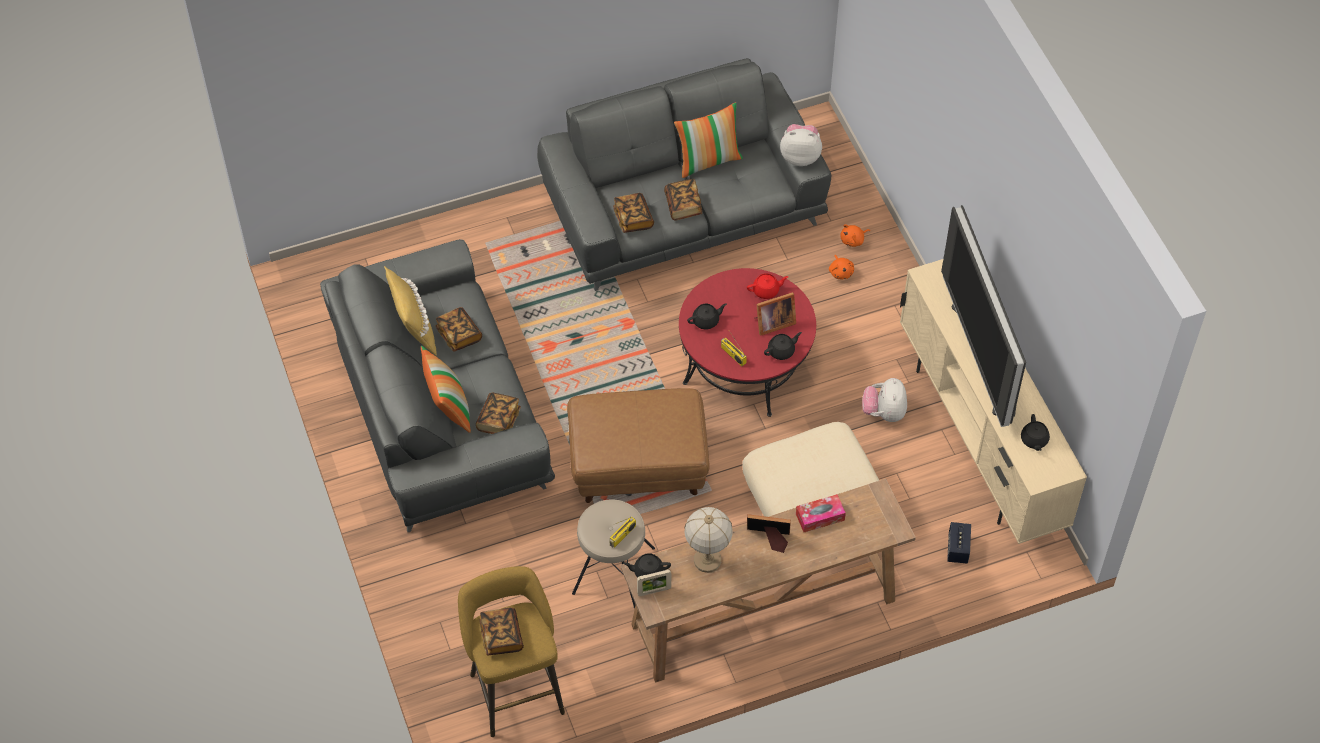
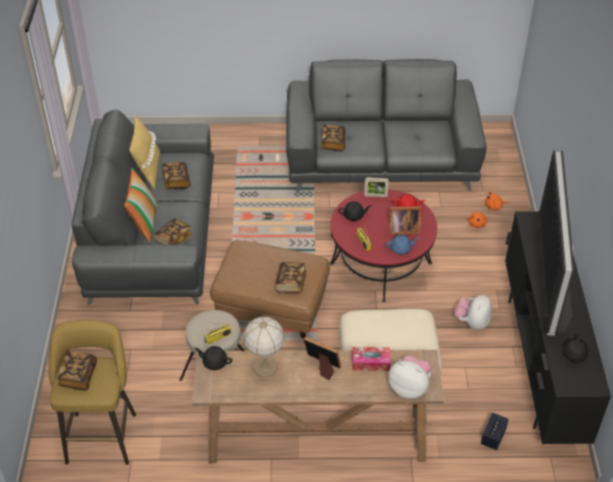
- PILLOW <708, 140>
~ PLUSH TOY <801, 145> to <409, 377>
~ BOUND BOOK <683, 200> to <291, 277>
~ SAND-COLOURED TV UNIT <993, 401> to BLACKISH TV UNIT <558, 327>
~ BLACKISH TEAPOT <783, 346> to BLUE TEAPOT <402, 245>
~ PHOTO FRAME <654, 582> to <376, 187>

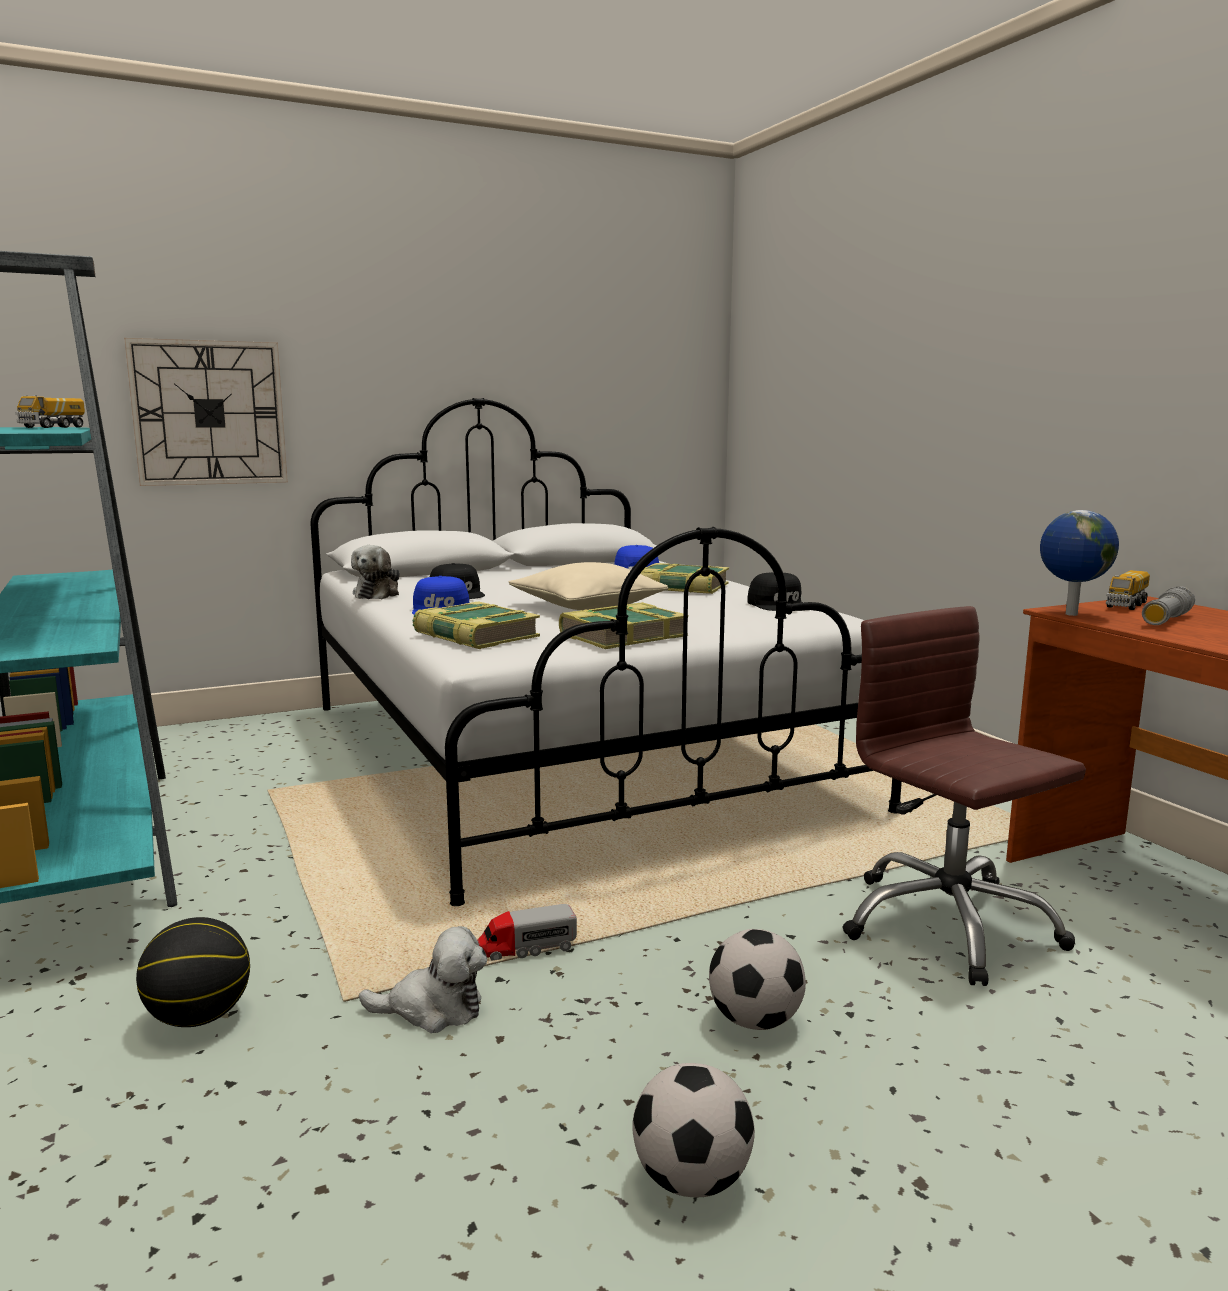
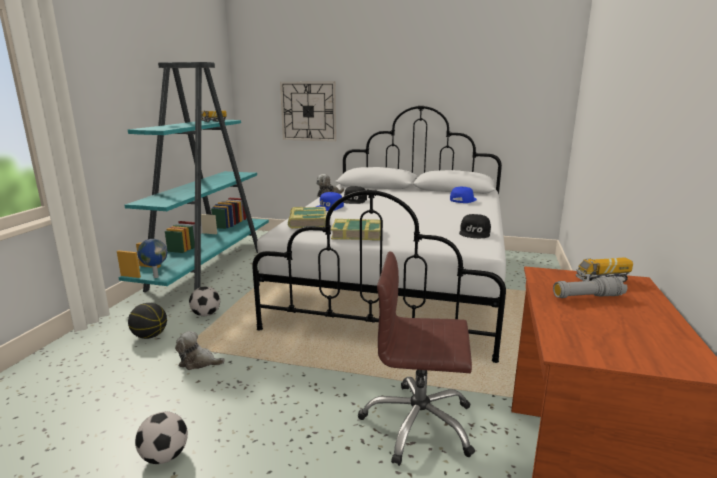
~ DESK GLOBE <1079, 563> to <152, 258>
- SAND-COLOURED PILLOW <588, 586>
- BOUND BOOK <684, 578>
~ BROWN-COLOURED OFFICE CHAIR <964, 796> = <416, 359> 90 degrees counterclockwise
- TOY TRUCK <527, 932>
~ PLUSH TOY <423, 979> = <200, 350> 150 degrees clockwise
~ FOOTBALL <757, 979> to <204, 301>

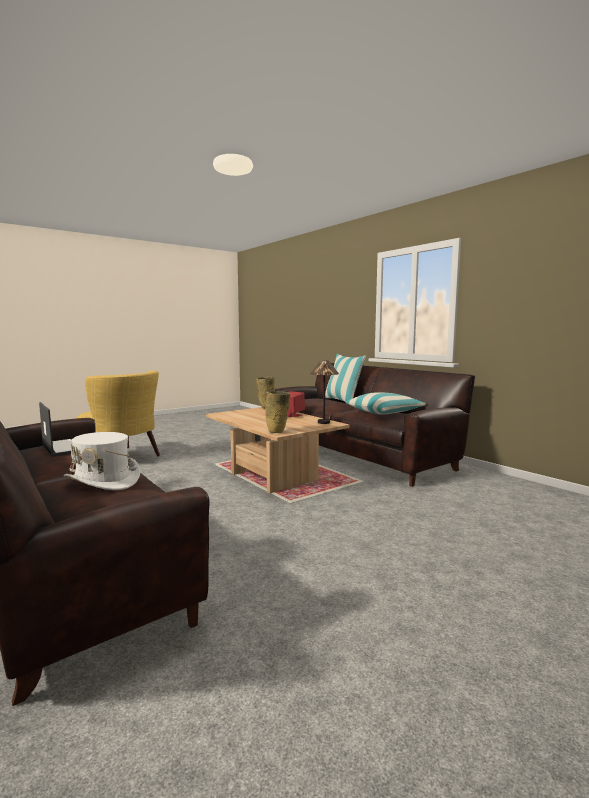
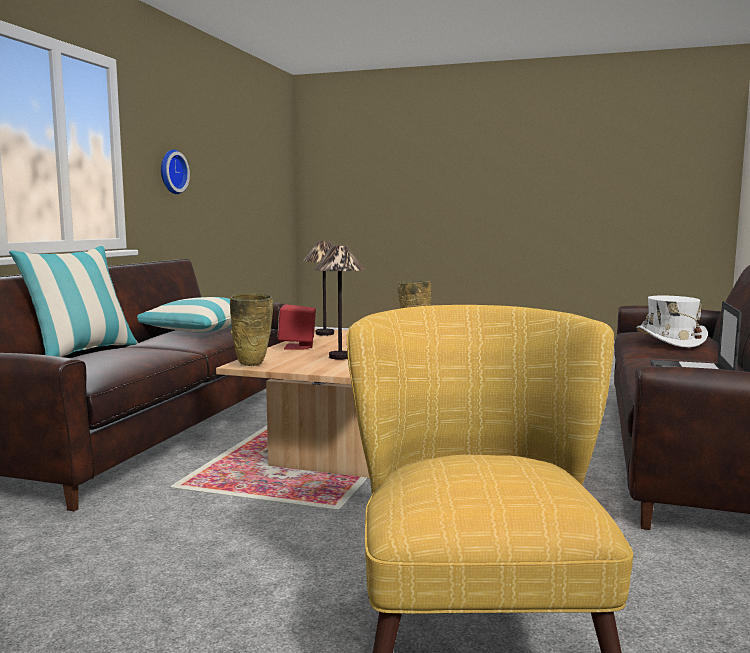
+ HANGING CLOCK <175, 171>
+ TABLETOP LAMP <339, 302>

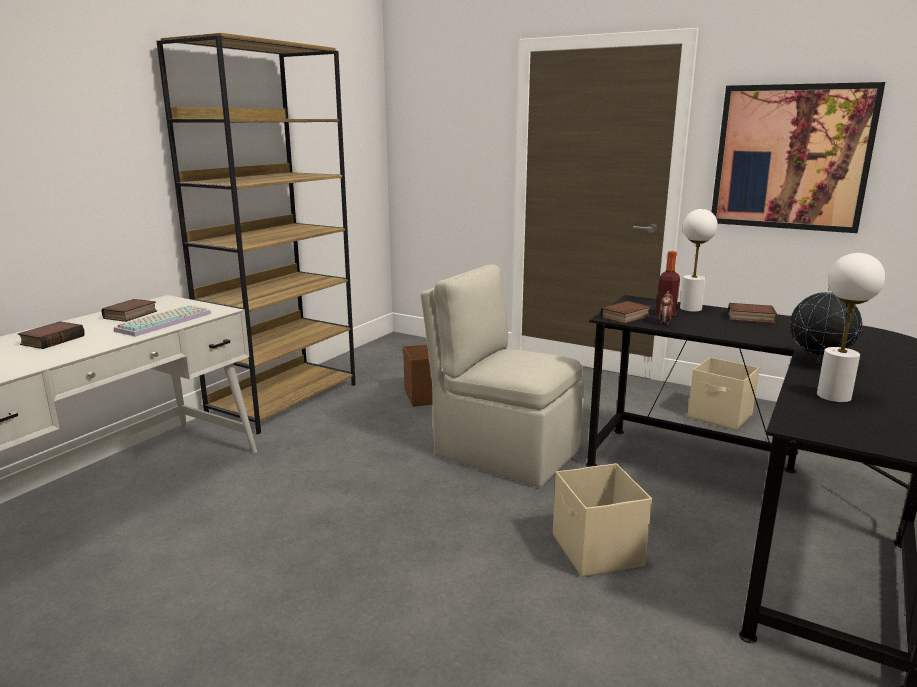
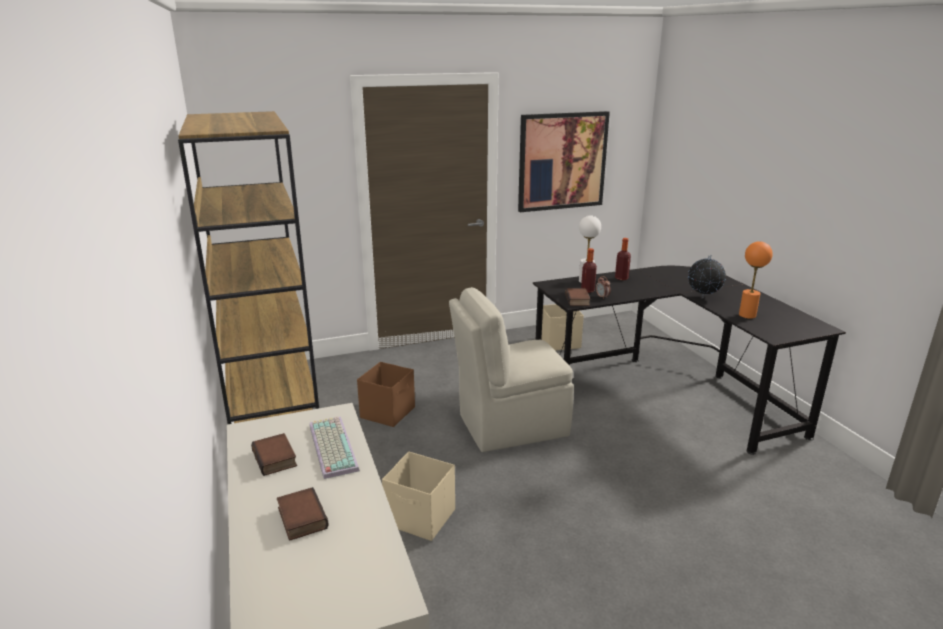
~ WHITISH TABLETOP LAMP <851, 328> to ORANGEY TABLETOP LAMP <756, 280>
~ BOUND BOOK <752, 313> to DRINK BOTTLE <623, 259>
~ SAND-COLOURED STORAGE BIN <602, 520> to <418, 496>

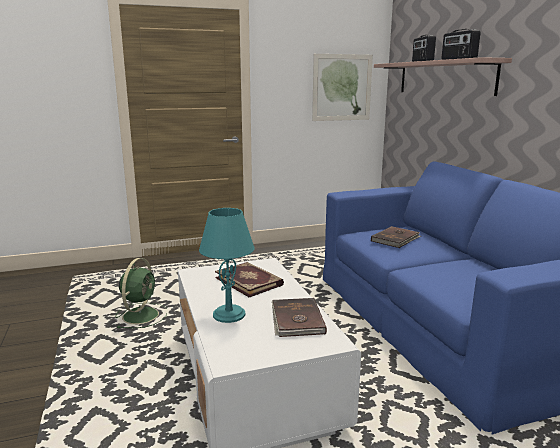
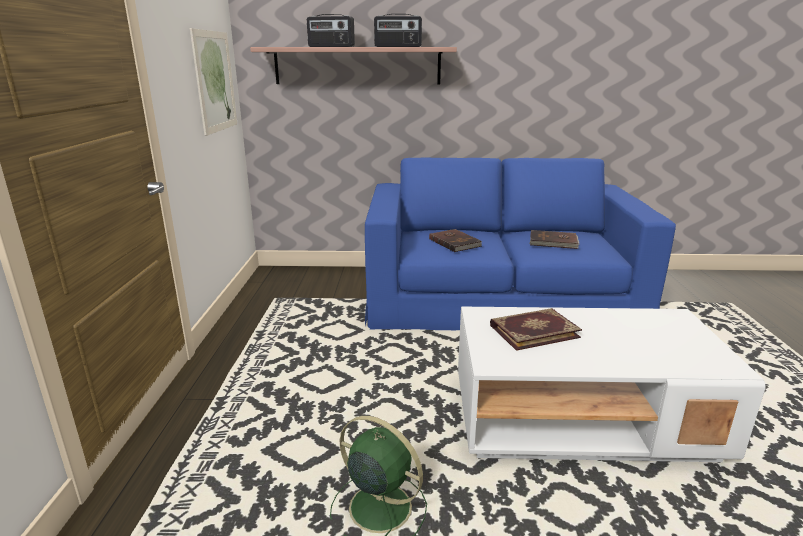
- TURQUOISE-COLOURED TABLETOP LAMP <227, 265>
~ BROWN-COLOURED BOUND BOOK <299, 317> to <555, 239>

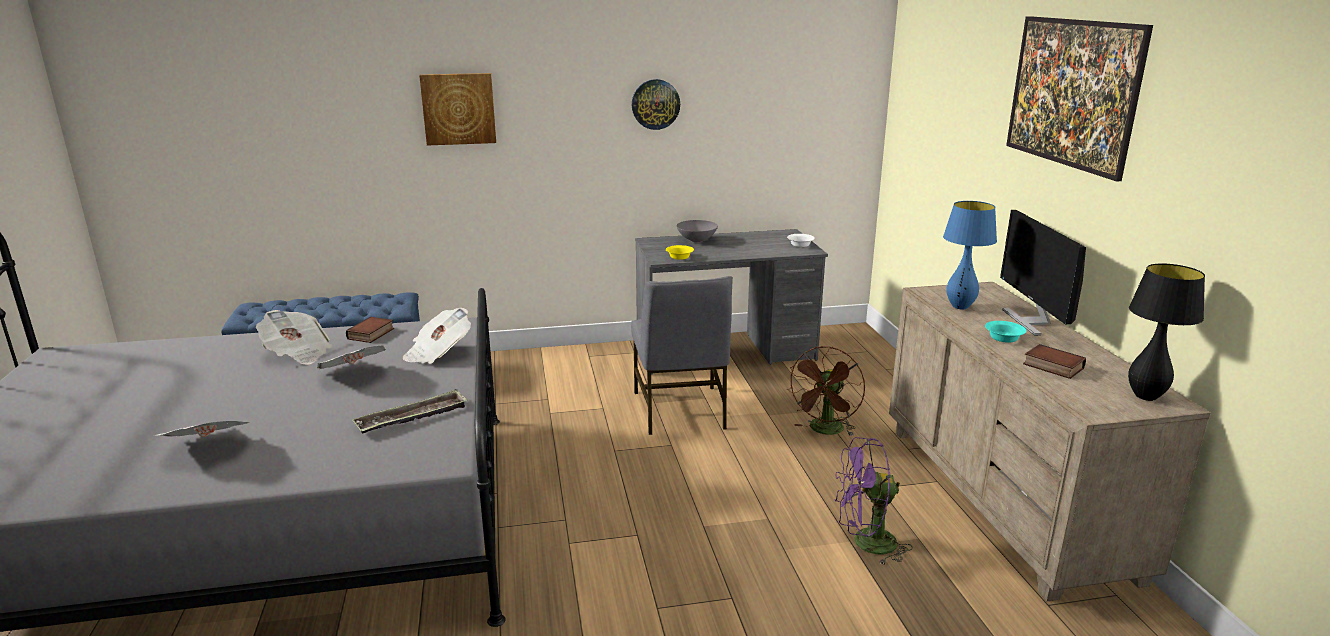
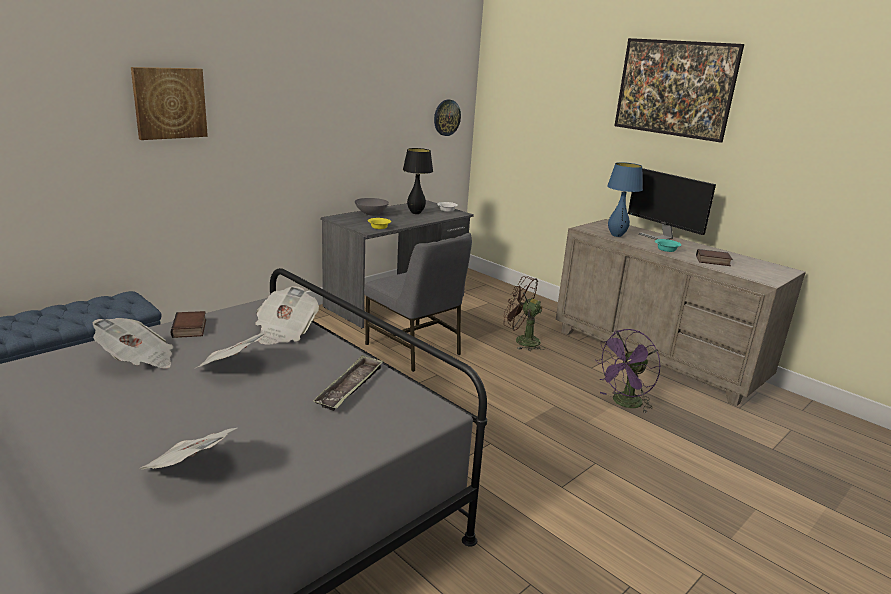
~ HANGING CLOCK <656, 104> to <447, 118>
~ BLACKISH TABLETOP LAMP <1166, 332> to <418, 181>
~ BROWN-COLOURED ELECTRIC FAN <826, 391> = <524, 313> 120 degrees clockwise

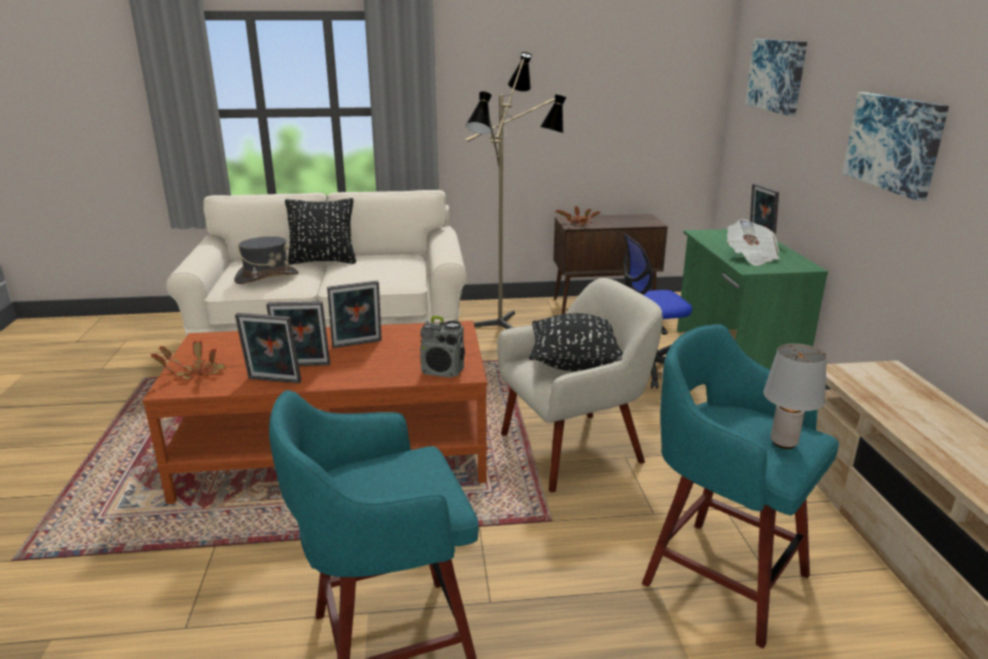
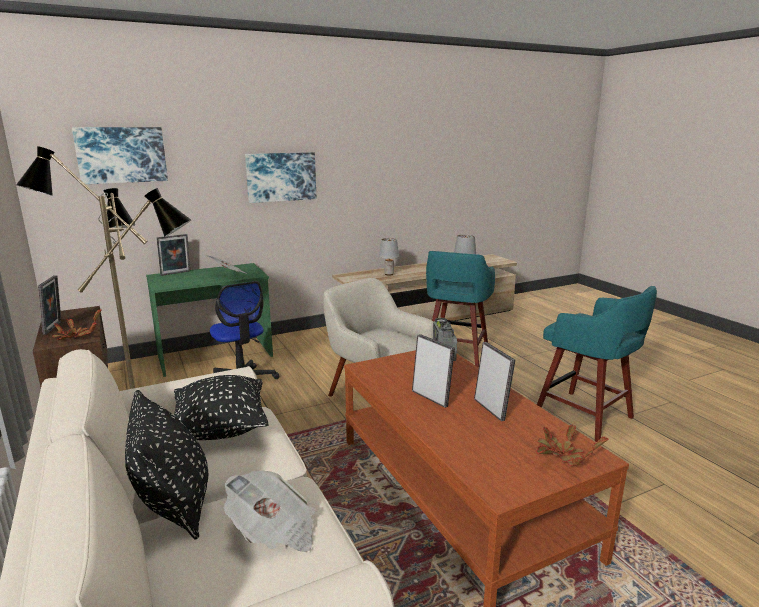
~ GREYISH HAT <266, 260> to PRINTED PAPER <269, 511>
~ PHOTO FRAME <268, 348> to <49, 305>
~ BLACKISH PILLOW <576, 342> to <221, 407>
+ GREYISH TABLETOP LAMP <389, 257>

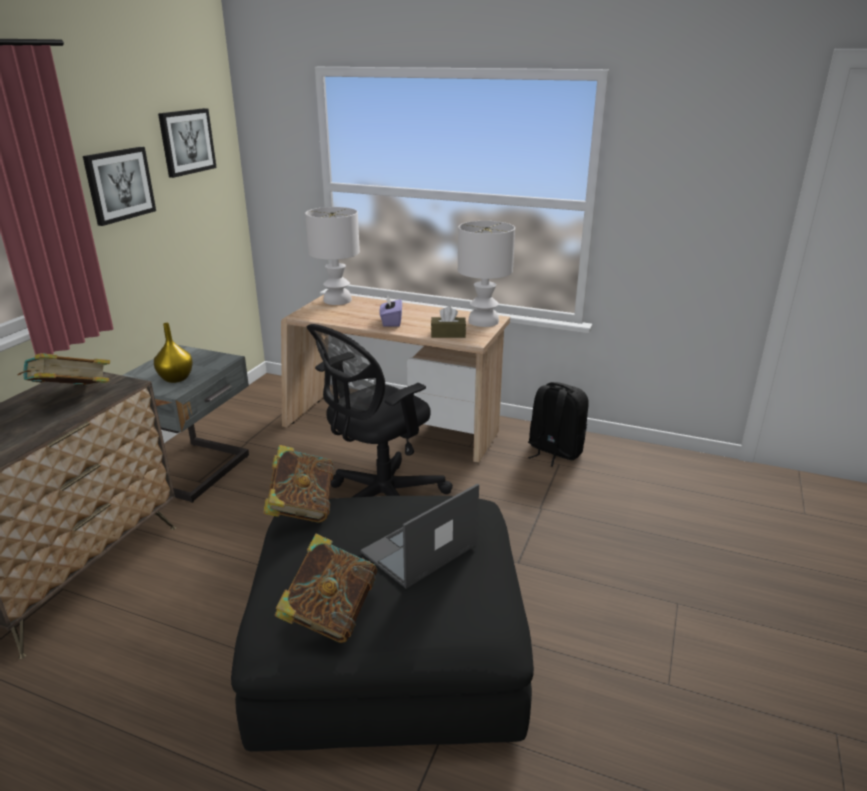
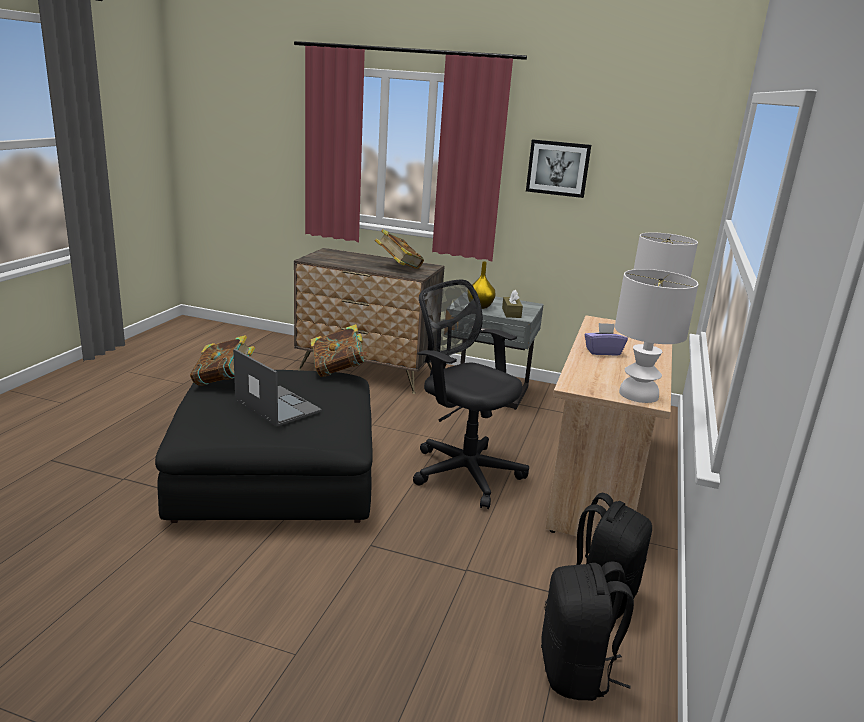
- PICTURE <187, 143>
~ BROWN-COLOURED TISSUE BOX <448, 322> to <512, 304>
+ BLACKISH RUCKSACK <587, 631>

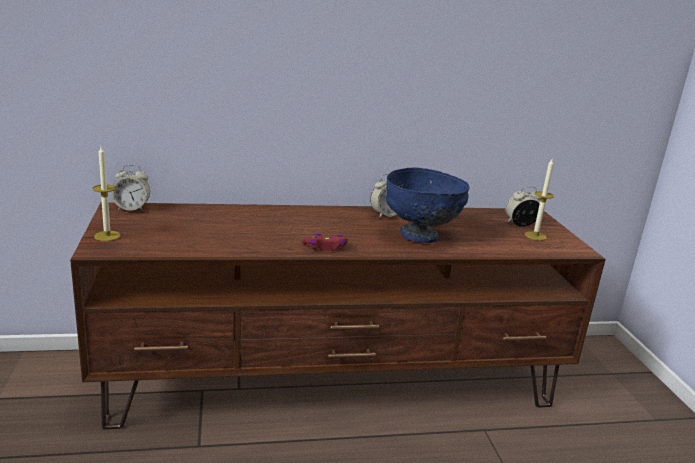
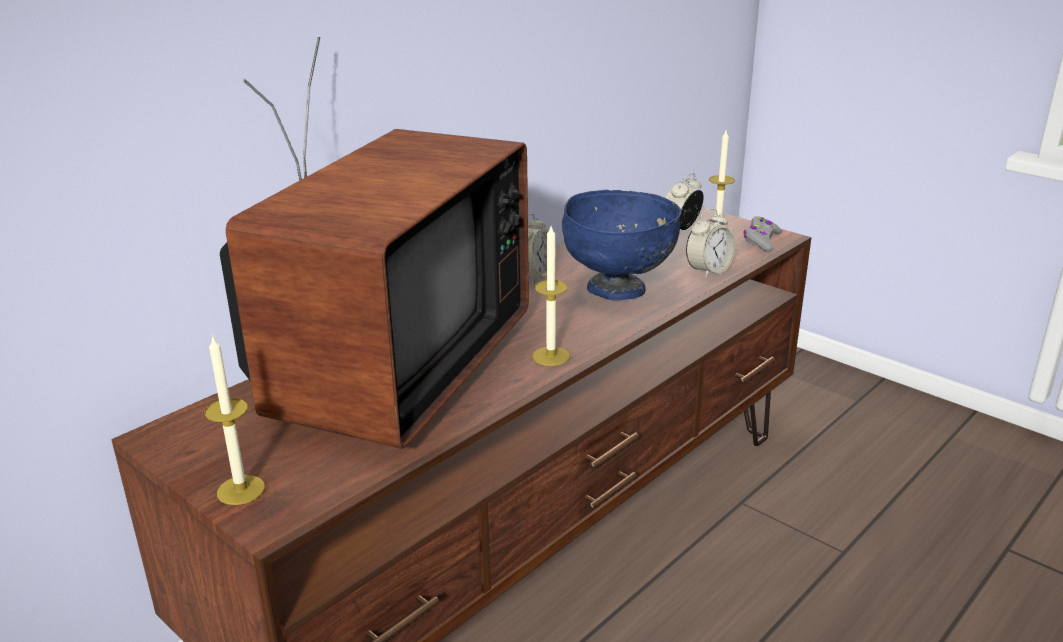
~ TABLE CLOCK <130, 187> to <711, 243>
~ REDDISH JOYPAD <325, 242> to CANDLE <551, 296>
+ TELEVISION <374, 243>
+ GREYISH JOYPAD <762, 234>

